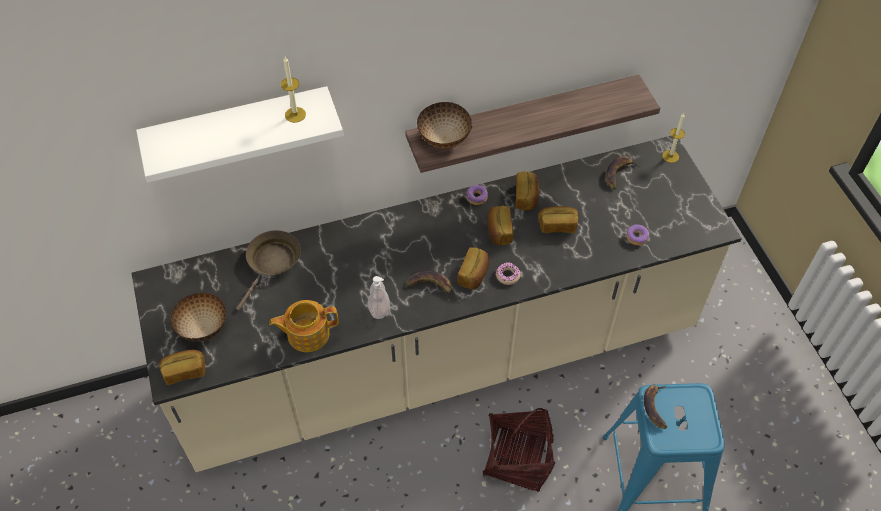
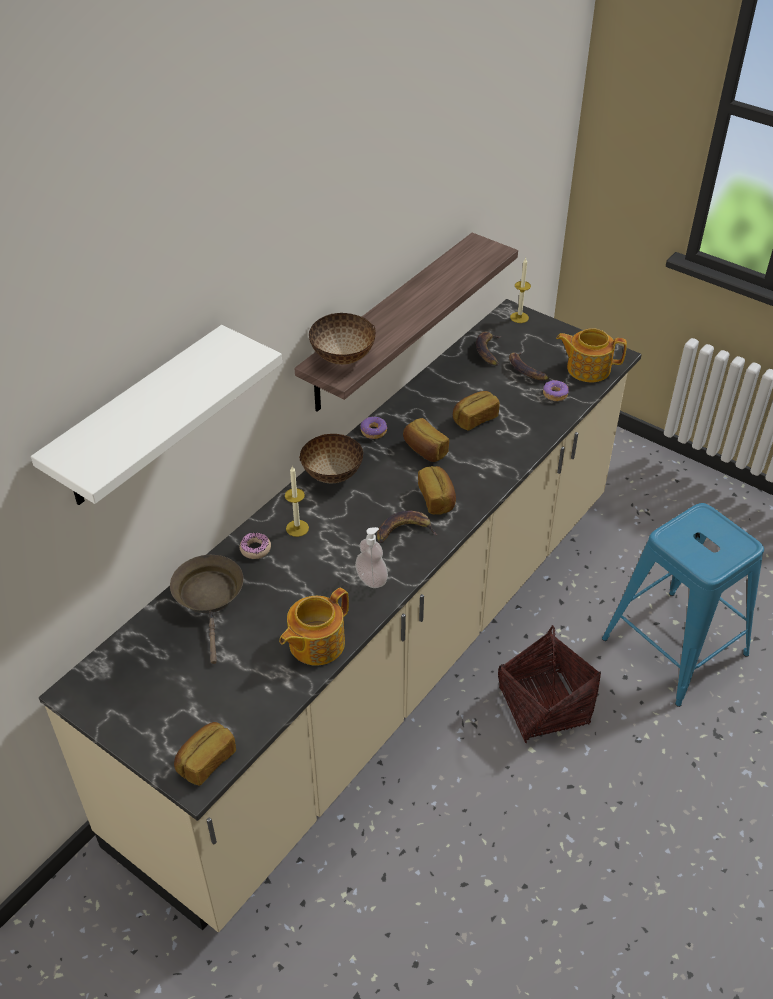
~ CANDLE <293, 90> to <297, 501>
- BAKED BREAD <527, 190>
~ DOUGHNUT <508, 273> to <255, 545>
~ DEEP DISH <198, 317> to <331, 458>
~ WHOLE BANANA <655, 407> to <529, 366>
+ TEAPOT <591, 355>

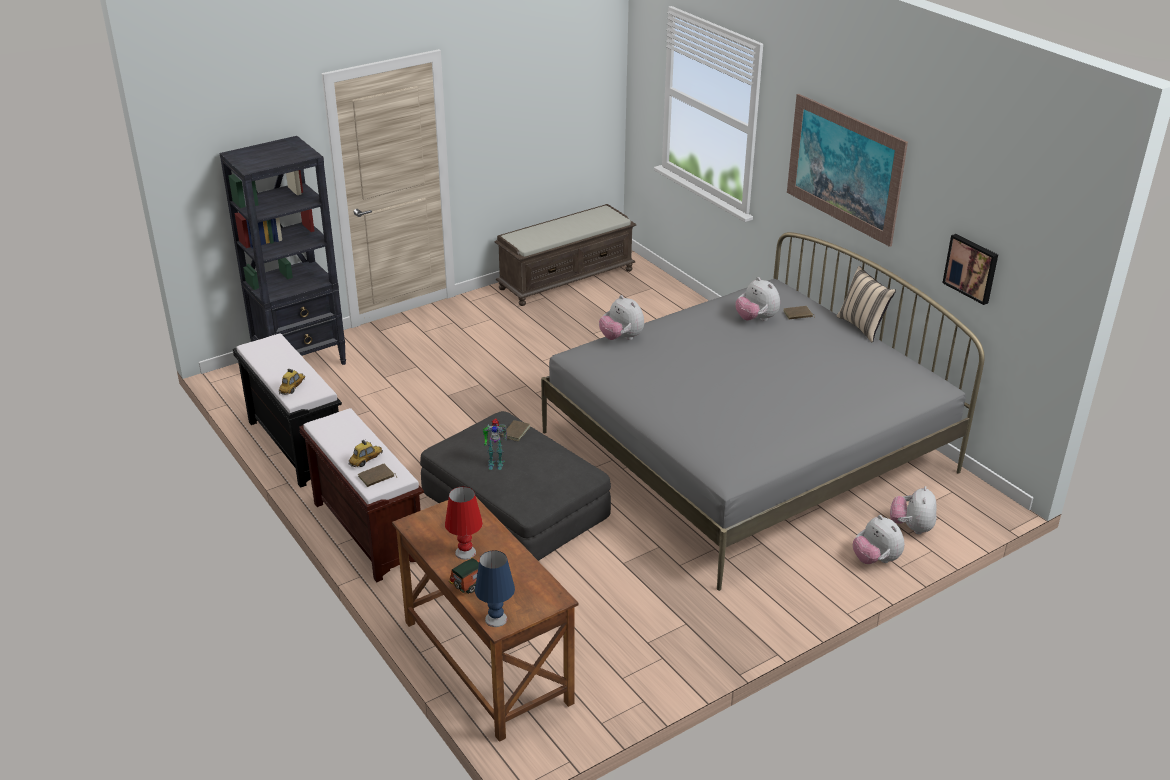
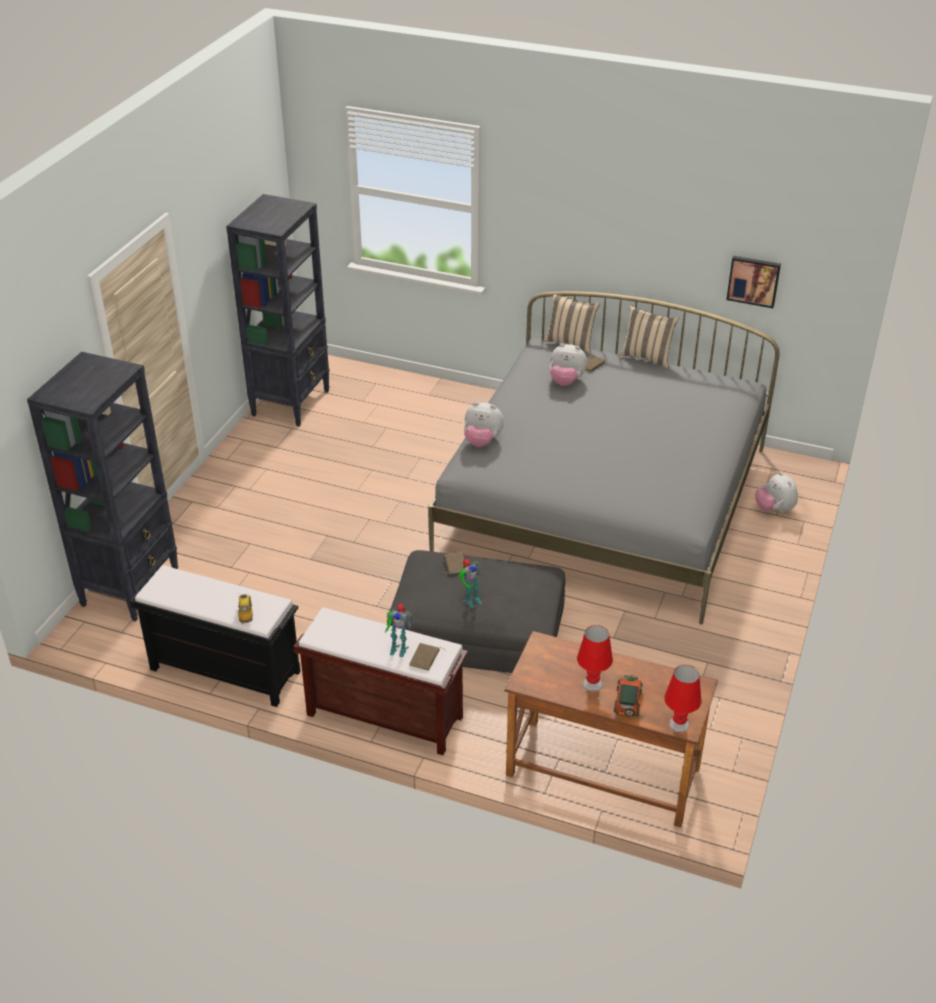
- PICTURE <847, 170>
~ BROWN-COLOURED LONG SEAT <565, 255> to BLACKISH BOOKCASE <278, 310>
~ MODEL CAR <365, 453> to ROBOT FIGURE <398, 630>
- PLUSH TOY <879, 539>
~ BLUE TABLETOP LAMP <495, 588> to REDDISH TABLETOP LAMP <683, 699>
+ SAND-COLOURED PILLOW <571, 323>

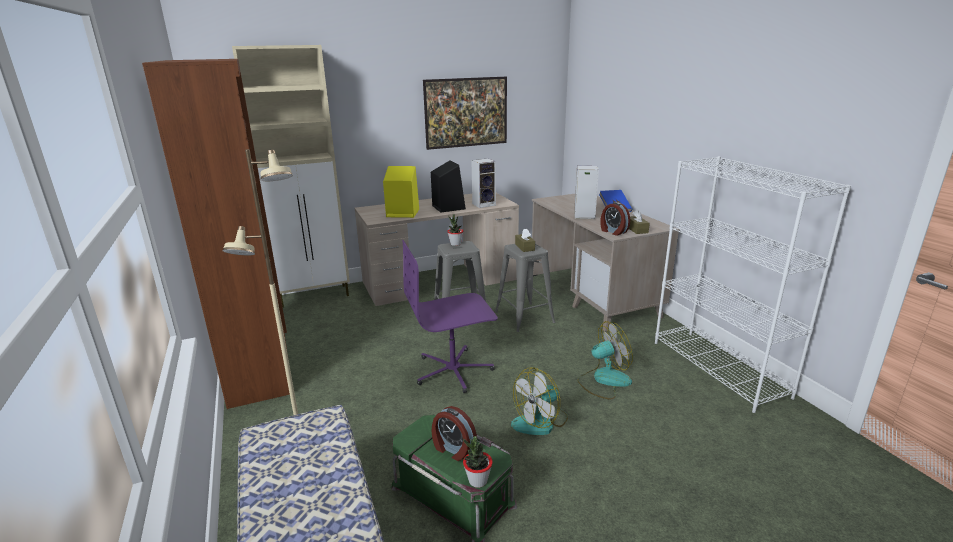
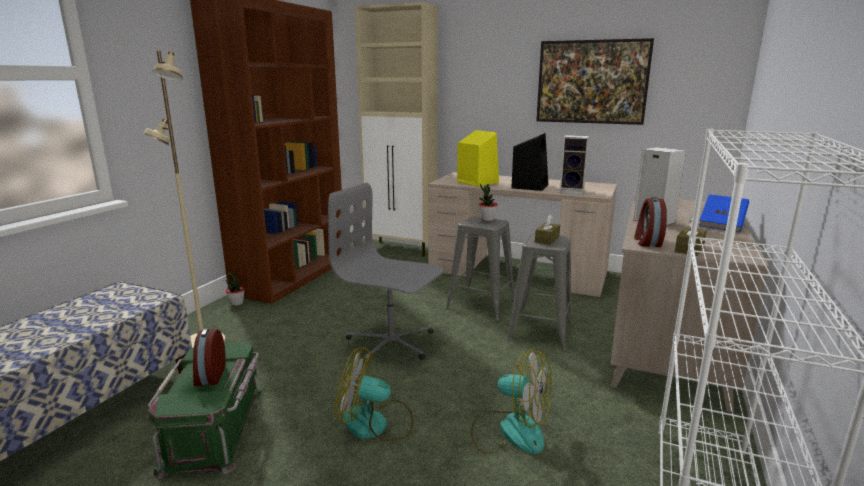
~ PURPLE OFFICE CHAIR <450, 316> to GREYISH OFFICE CHAIR <385, 273>
~ HOUSEPLANT <478, 462> to <235, 288>

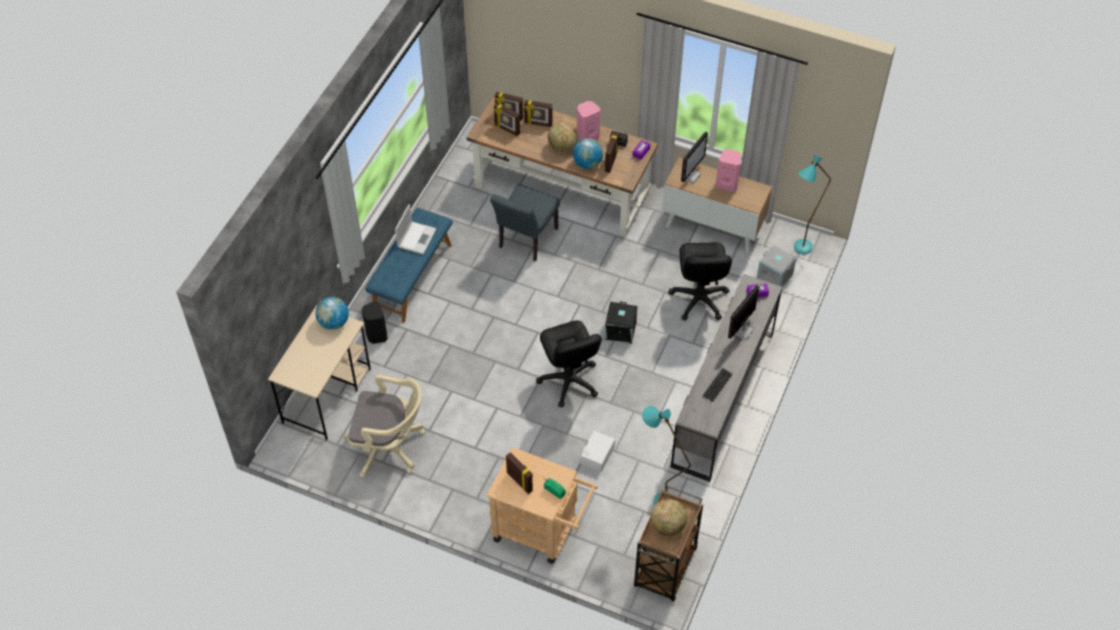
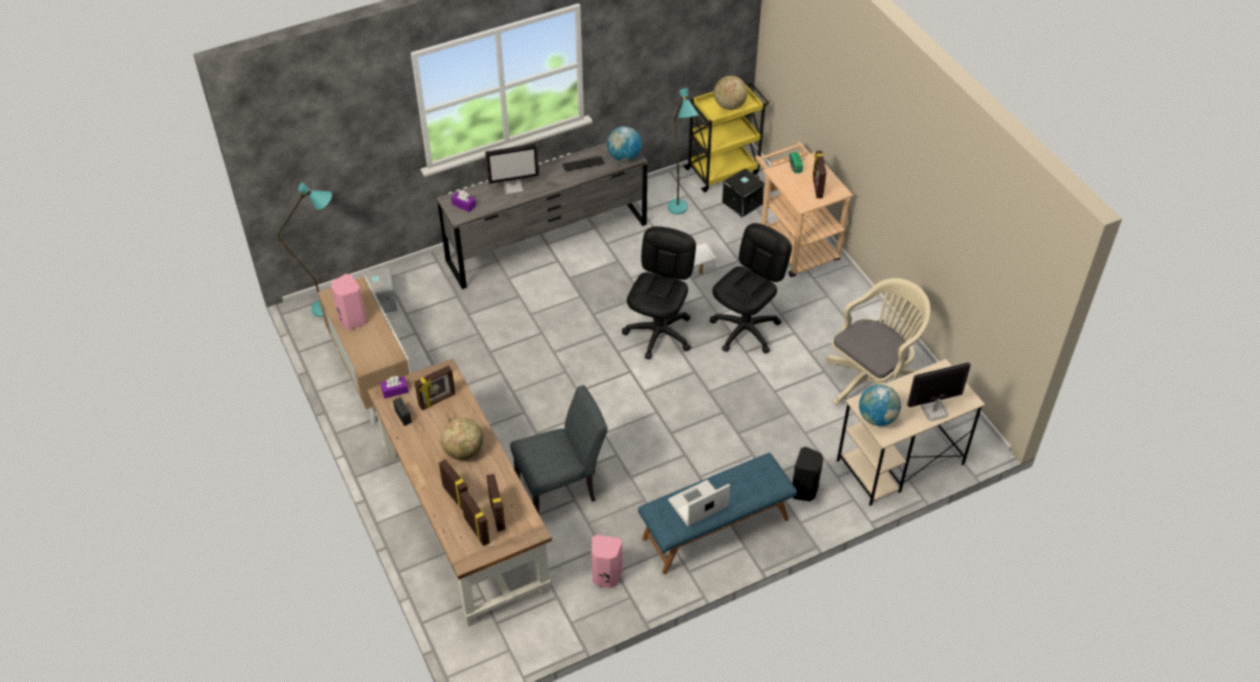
~ PINK LOUDSPEAKER <589, 121> to <607, 561>
~ MONITOR <694, 157> to <939, 391>
~ DESK GLOBE <588, 153> to <624, 143>
~ BLACKISH OFFICE CHAIR <700, 281> to <751, 288>
~ BLACKISH STORAGE BIN <621, 322> to <743, 193>
~ SAND-COLOURED OFFICE CHAIR <384, 426> = <878, 341> 90 degrees clockwise
~ BROWN-COLOURED WHEELED CART <668, 543> to YELLOW WHEELED CART <726, 136>

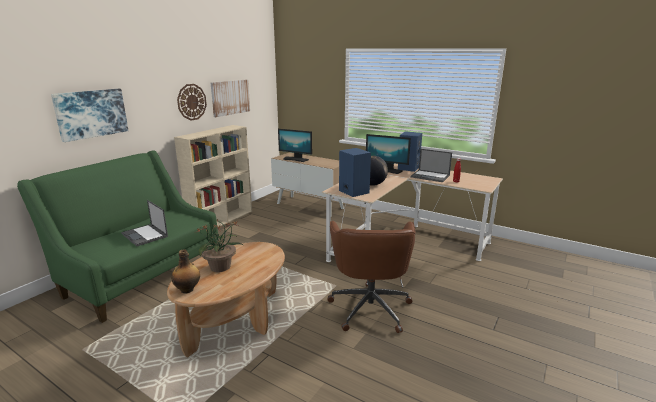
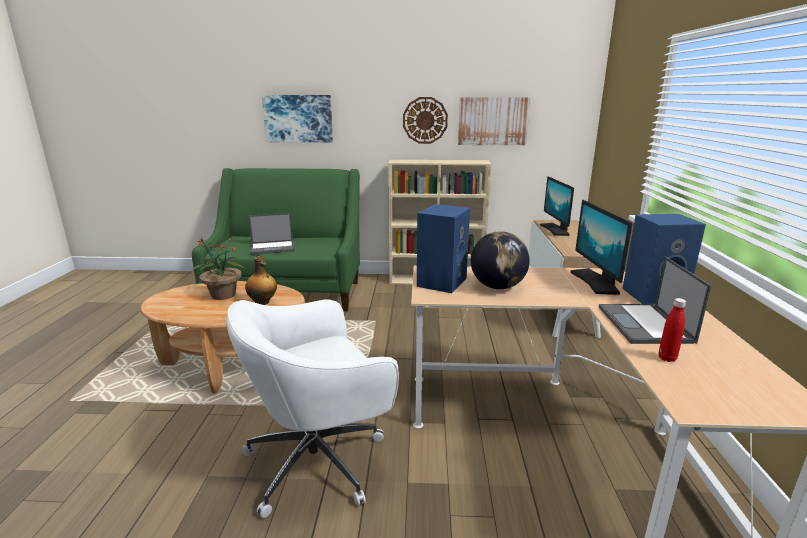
~ LAPTOP <144, 223> = <271, 234> 120 degrees counterclockwise
~ BROWN-COLOURED OFFICE CHAIR <371, 277> to WHITISH OFFICE CHAIR <312, 408>
~ DRINK BOTTLE <185, 271> to <261, 280>

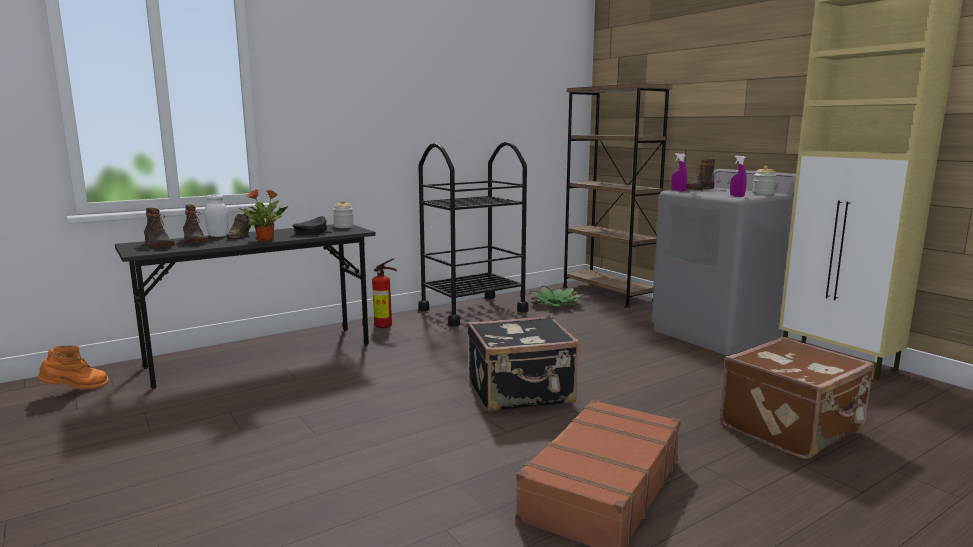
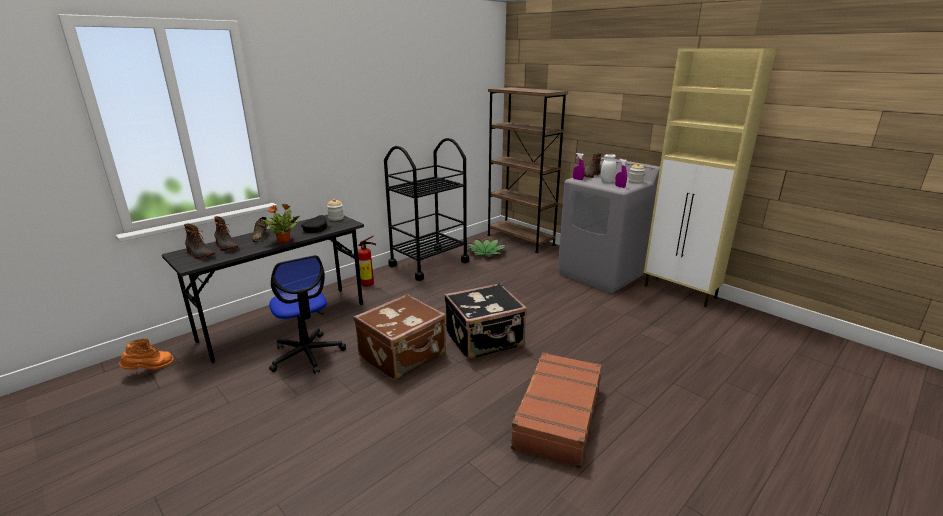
~ WHITISH STORAGE JAR <217, 215> to <608, 168>
~ BROWN-COLOURED PIECE OF LUGGAGE <797, 398> to <400, 337>
+ OFFICE CHAIR <307, 314>

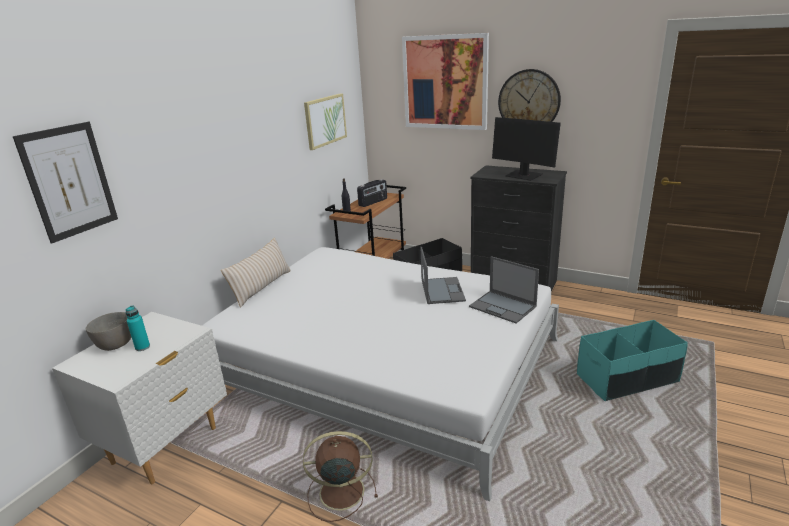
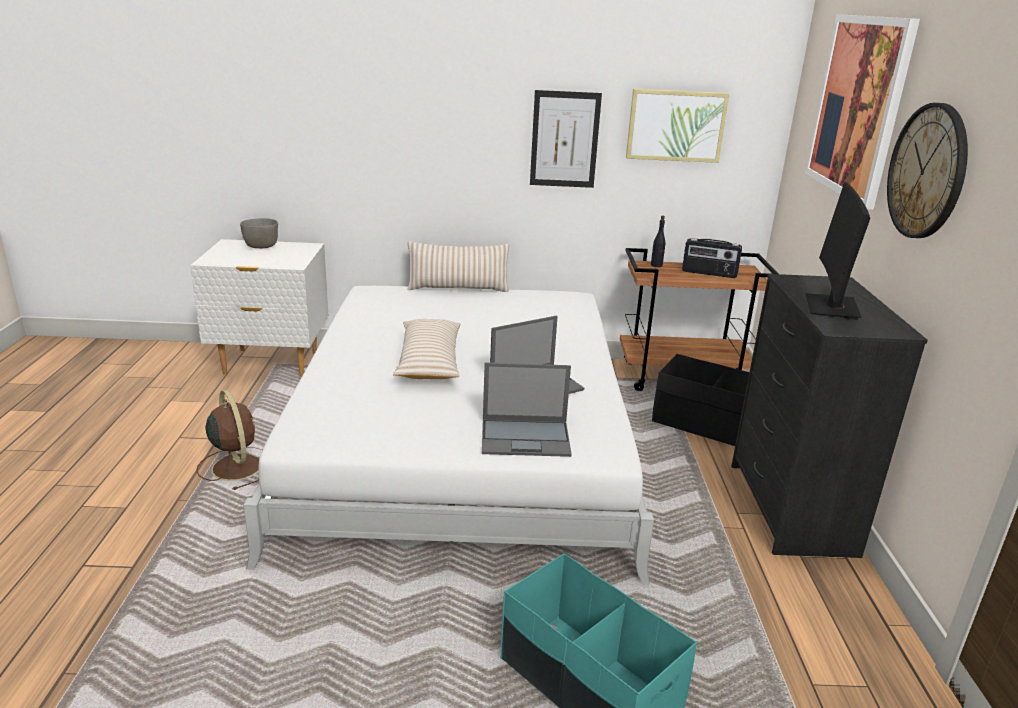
~ PICTURE <65, 183> to <566, 139>
~ LAPTOP <504, 289> = <527, 410> 105 degrees counterclockwise
- TURQUOISE-COLOURED DRINK BOTTLE <137, 328>
+ SAND-COLOURED PILLOW <426, 349>

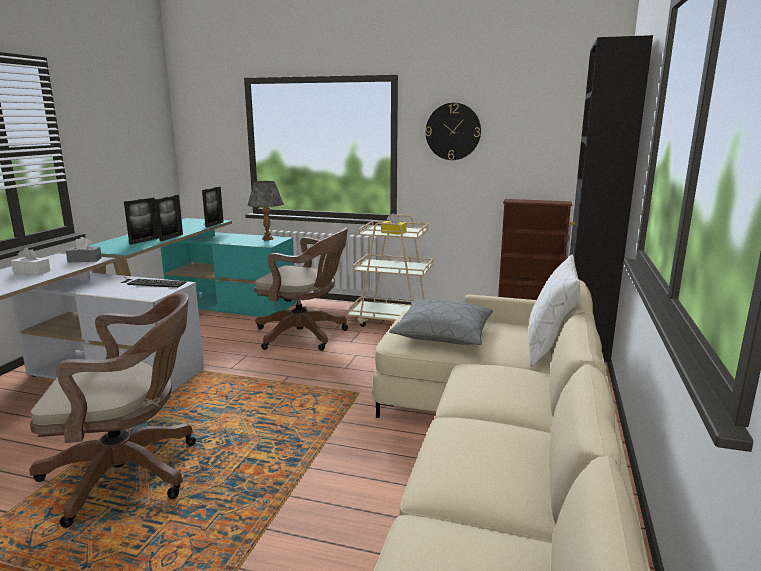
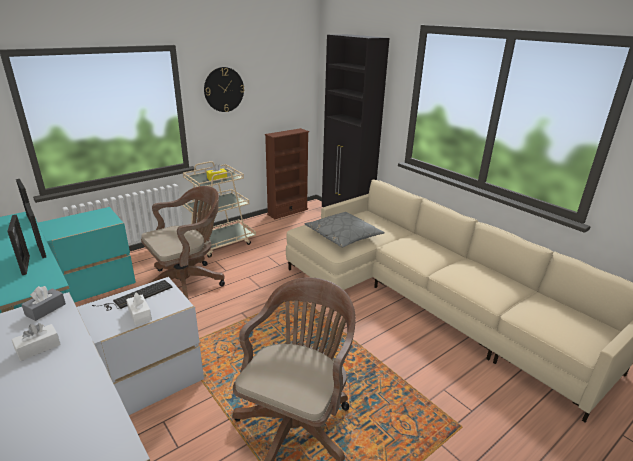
- GREYISH TABLETOP LAMP <266, 210>
- WHITISH PILLOW <554, 311>
+ WHITISH TISSUE BOX <139, 308>

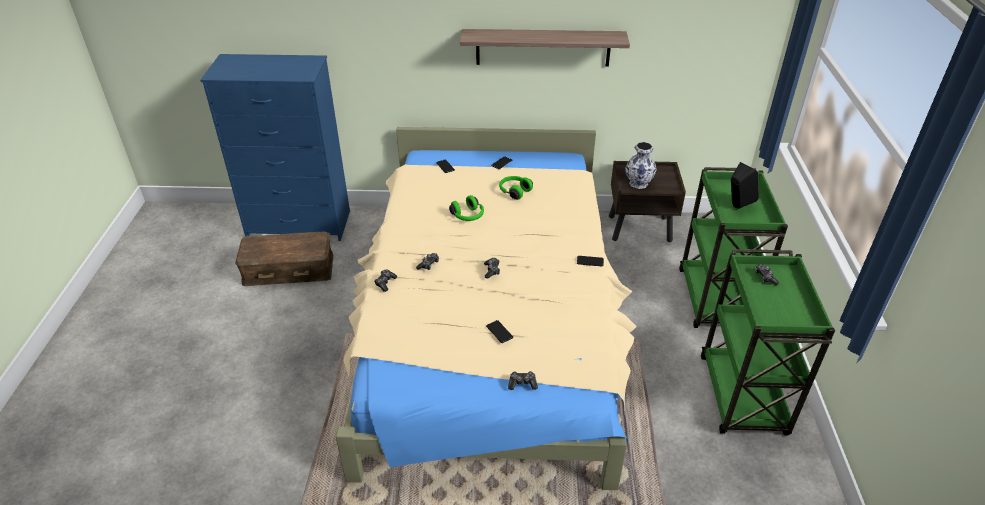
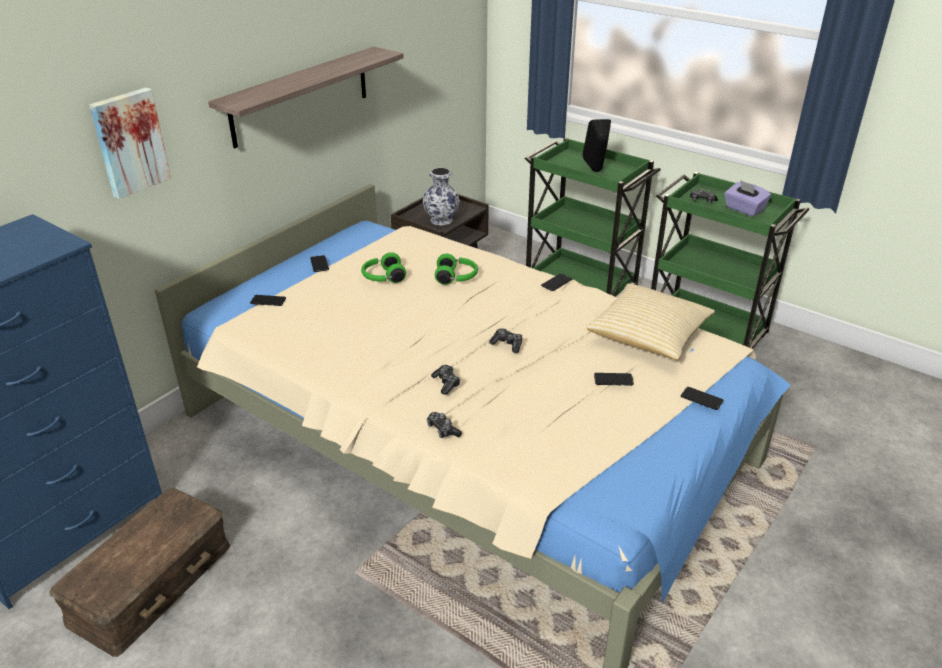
~ GREEN-COLOURED HEADSET <466, 208> to <456, 269>
~ JOYPAD <523, 380> to HANDSET <702, 398>
+ PICTURE <130, 143>
+ PURPLE TISSUE BOX <747, 199>
+ PILLOW <651, 322>

